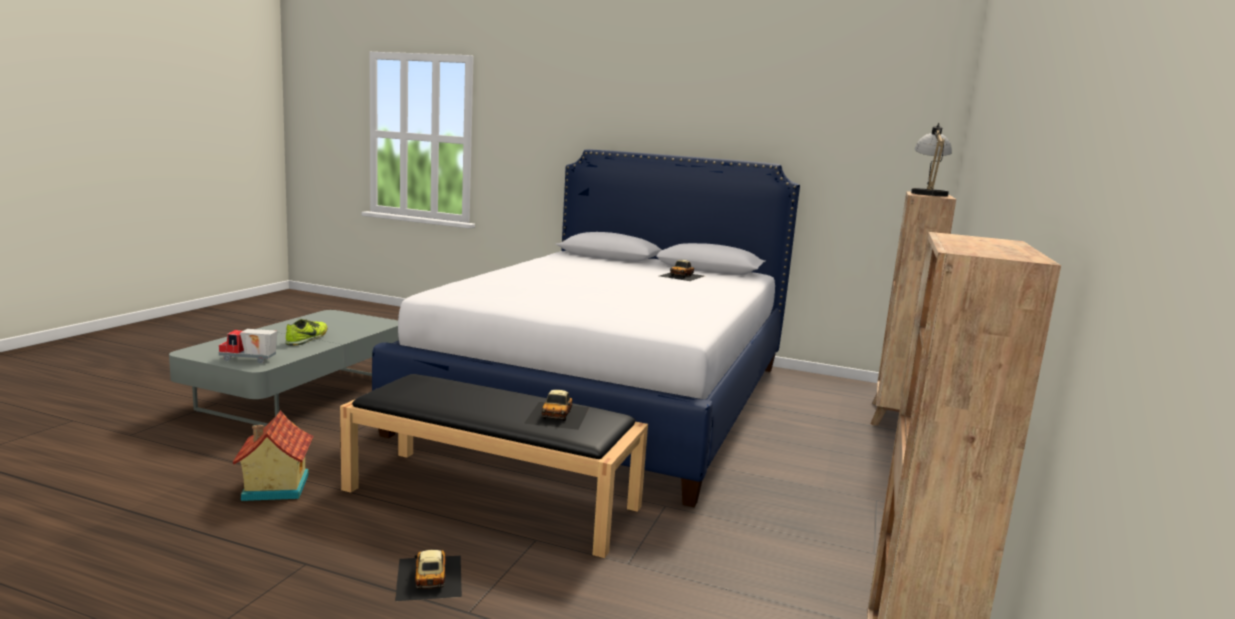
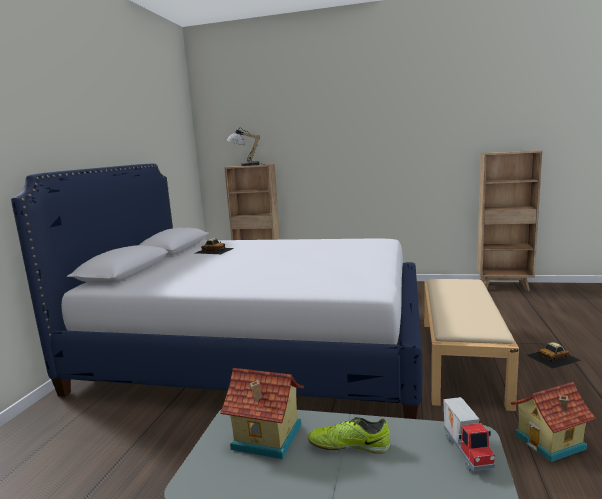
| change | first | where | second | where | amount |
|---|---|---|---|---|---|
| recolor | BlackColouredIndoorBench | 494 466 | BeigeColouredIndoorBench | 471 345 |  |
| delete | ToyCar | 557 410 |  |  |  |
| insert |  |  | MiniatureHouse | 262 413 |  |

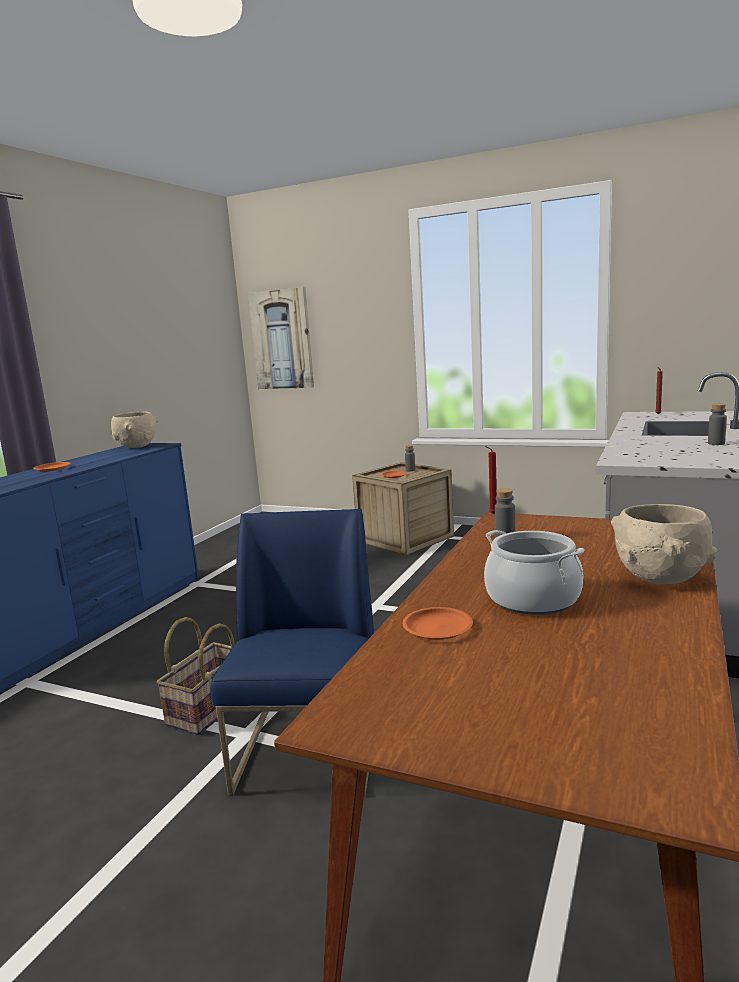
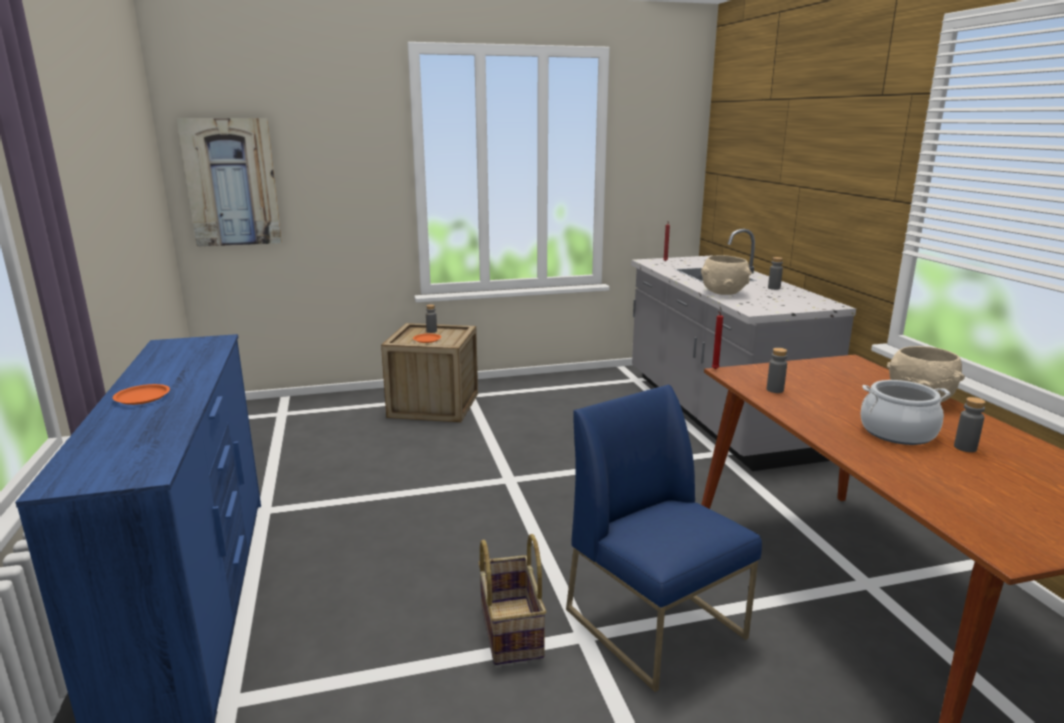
| change | first | where | second | where | amount |
|---|---|---|---|---|---|
| move | BeigeColouredBowl | 135 430 |  | 726 275 |  |
| delete | OrangeyPlate | 438 623 |  |  |  |
| insert |  |  | GreyishDrinkBottle | 970 424 |  |

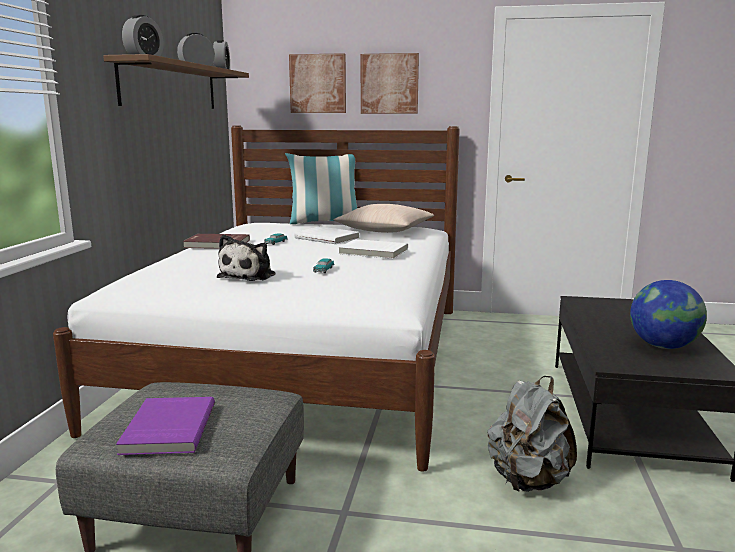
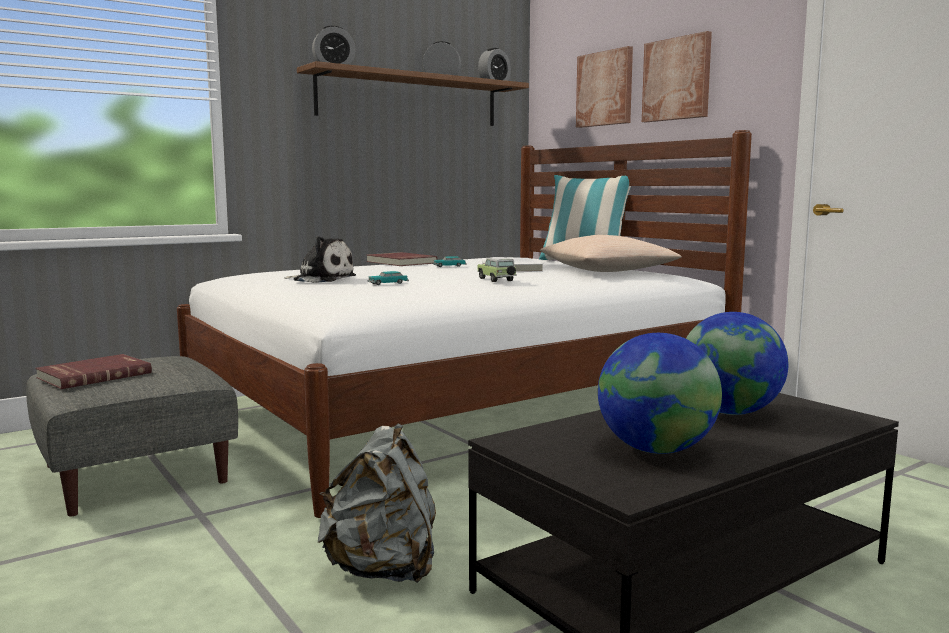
| change | first | where | second | where | amount |
|---|---|---|---|---|---|
| rotate | CuddlyToy | 246 258 |  | 320 259 | 135 degrees counterclockwise |
| replace | WhiteBoundBook | 373 249 | ToyCar | 497 269 |  |
| recolor | PurplishBoundBook | 165 426 | ReddishBoundBook | 93 371 |  |
| insert |  |  | Globe | 737 363 |  |

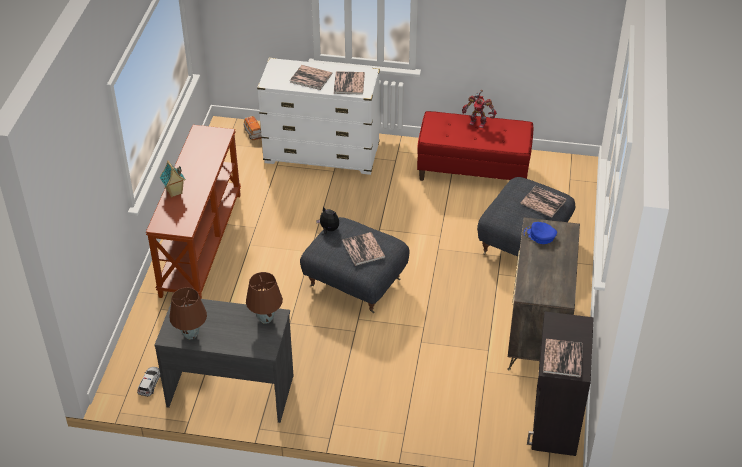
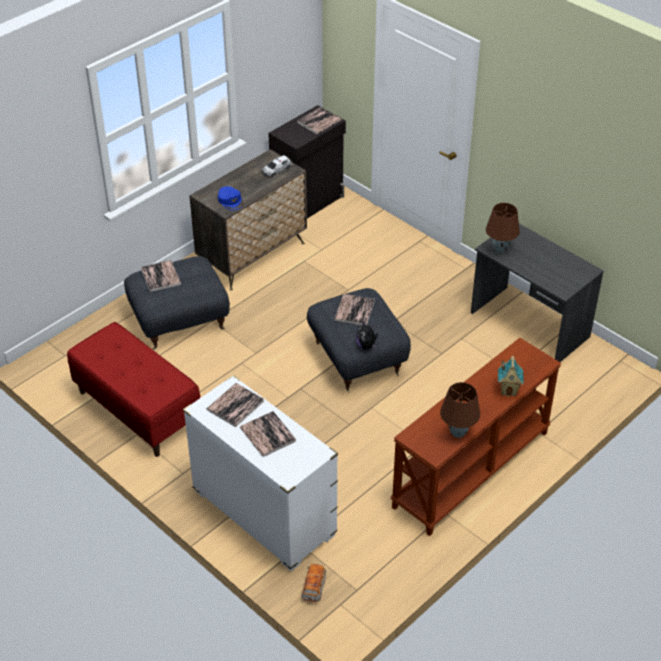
| change | first | where | second | where | amount |
|---|---|---|---|---|---|
| delete | ModelRobot | 479 109 |  |  |  |
| move | BrownTableLamp | 188 313 |  | 460 410 |  |
| move | ToyCar | 149 382 |  | 277 166 |  |

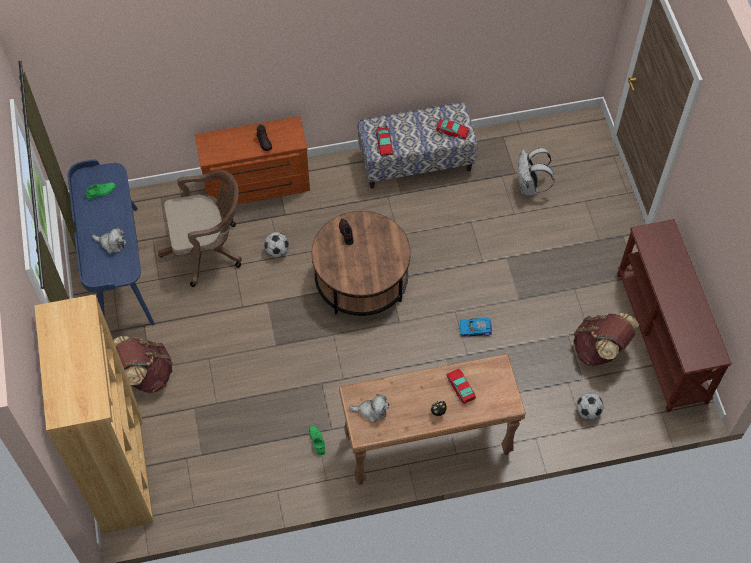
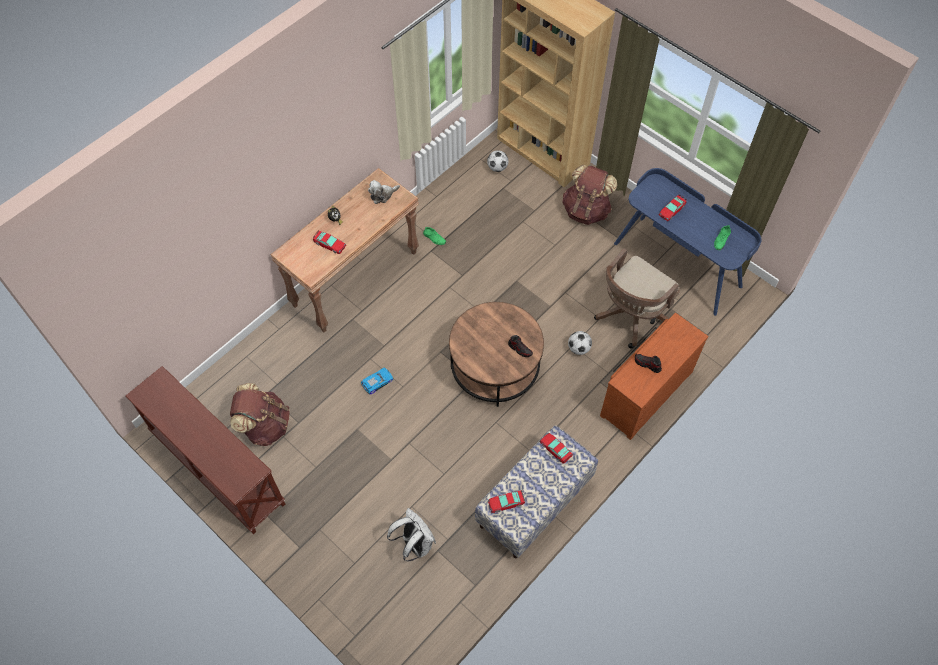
| change | first | where | second | where | amount |
|---|---|---|---|---|---|
| replace | CuddlyToy | 109 241 | ToyCar | 673 207 |  |
| move | FootballBall | 590 406 |  | 497 161 |  |

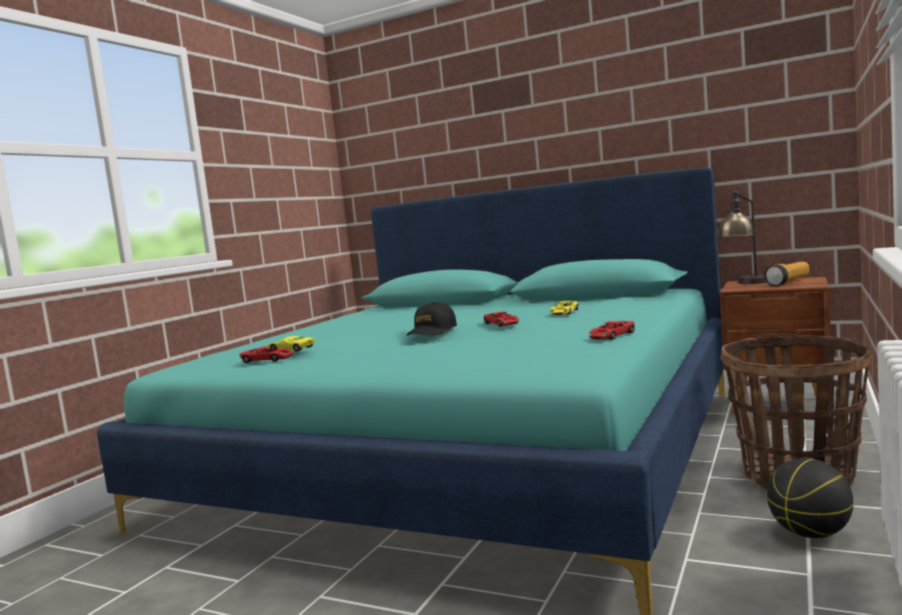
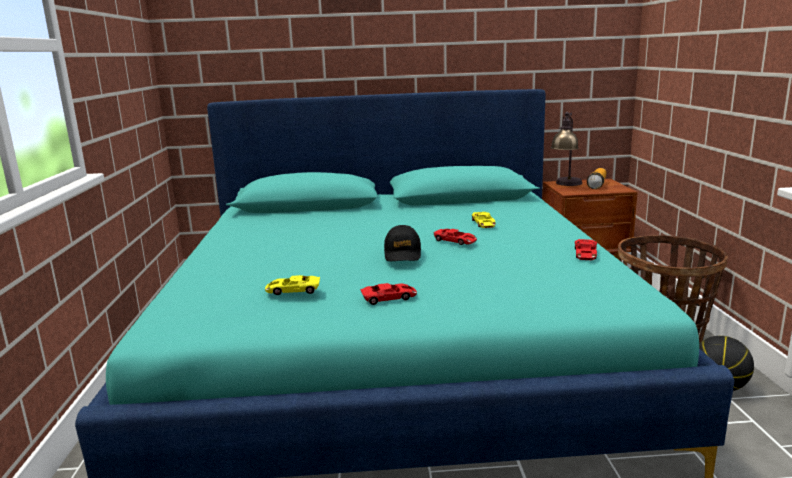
| change | first | where | second | where | amount |
|---|---|---|---|---|---|
| move | ReddishToyCar | 266 354 |  | 388 294 |  |

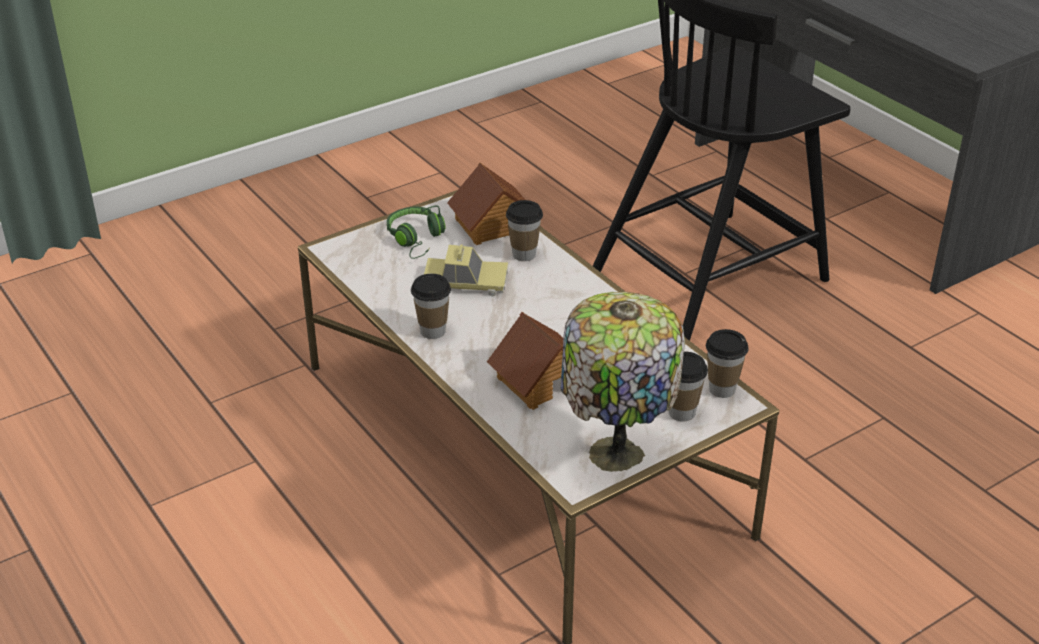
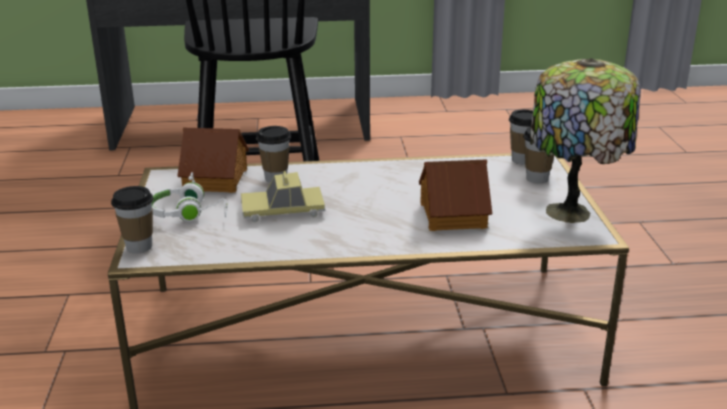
| change | first | where | second | where | amount |
|---|---|---|---|---|---|
| recolor | GreenColouredHeadset | 416 232 | WhiteHeadset | 190 197 |  |
| rotate | ToyCar | 466 270 |  | 283 196 | 135 degrees counterclockwise |
| move | Cup | 431 306 |  | 132 220 |  |

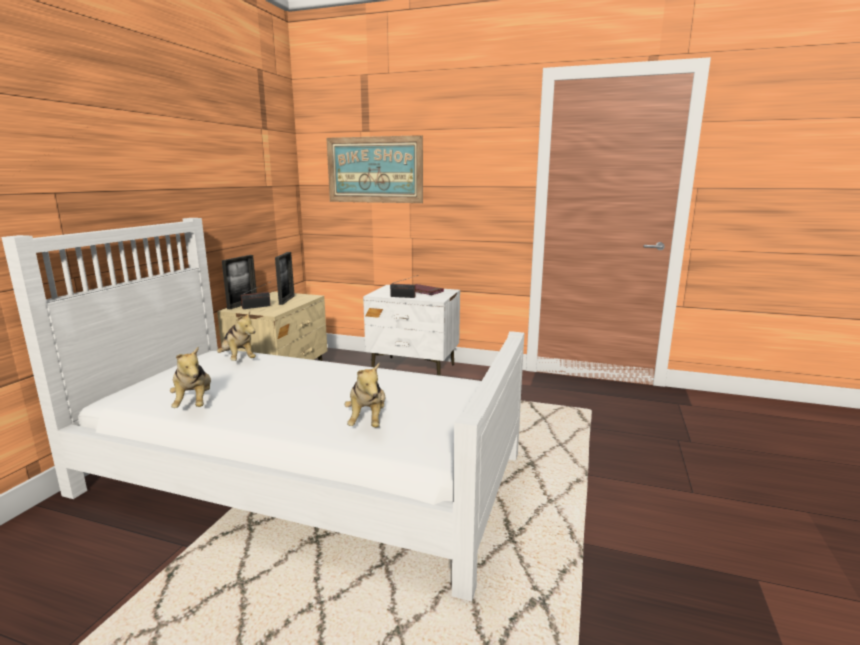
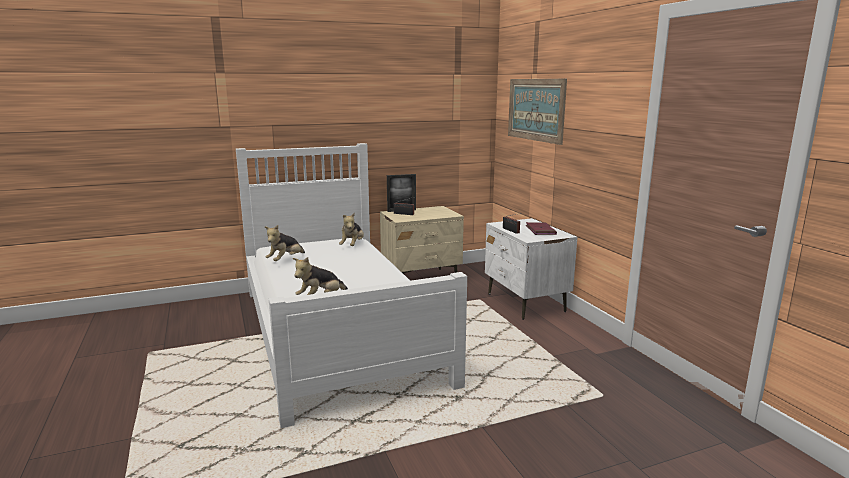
| change | first | where | second | where | amount |
|---|---|---|---|---|---|
| delete | PhotoFrame | 284 278 |  |  |  |

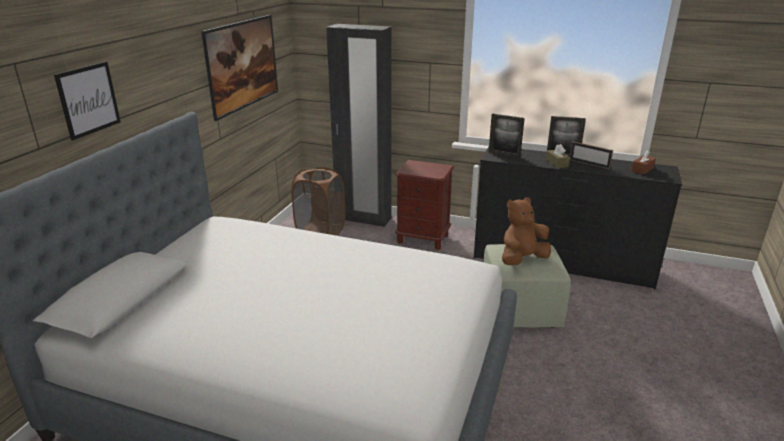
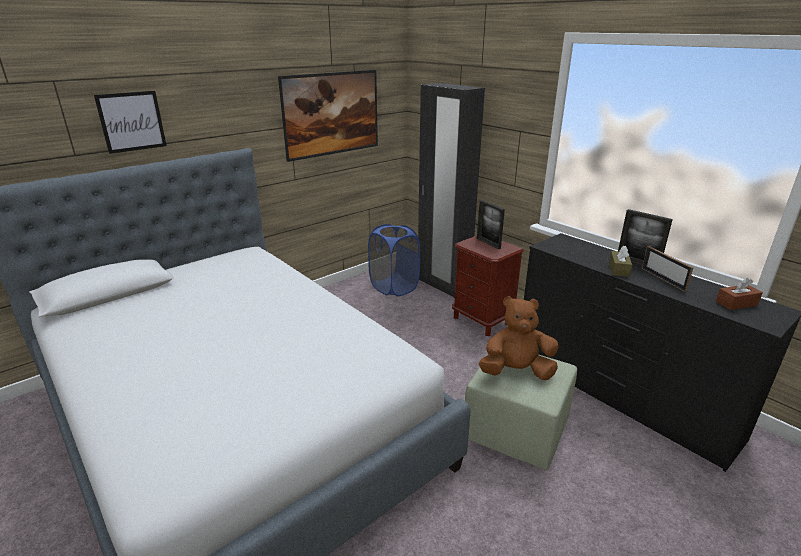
| change | first | where | second | where | amount |
|---|---|---|---|---|---|
| move | PhotoFrame | 507 136 |  | 491 224 |  |
| recolor | BrownHamper | 318 201 | BlueColouredHamper | 394 260 |  |

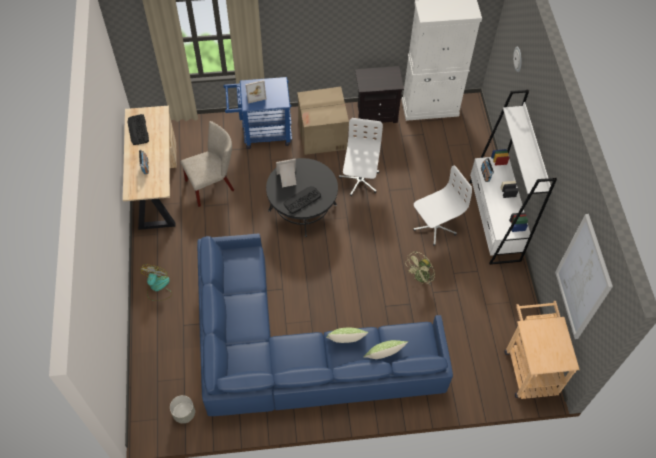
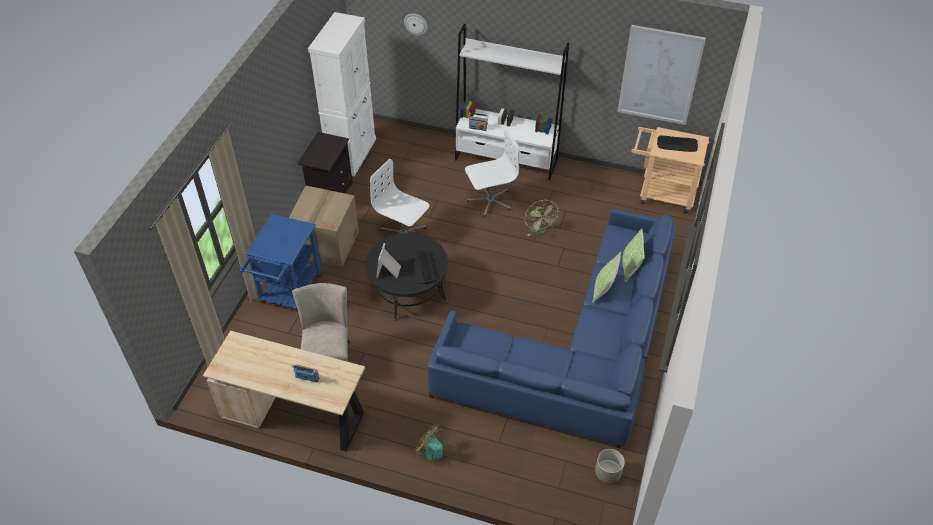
| change | first | where | second | where | amount |
|---|---|---|---|---|---|
| delete | PhotoFrame | 255 92 |  |  |  |
| move | Keyboard | 138 129 |  | 677 143 |  |
| rotate | WhiteOfficeChair | 442 206 |  | 492 172 | 75 degrees clockwise |

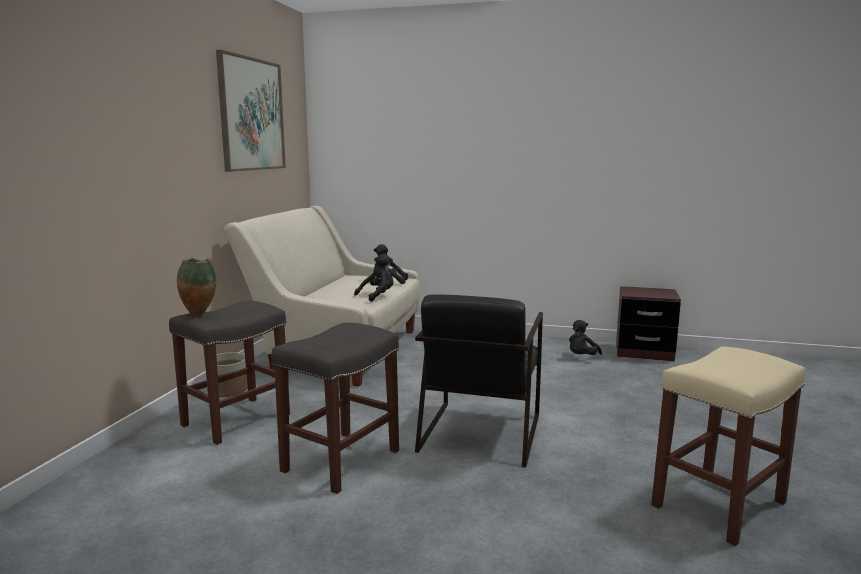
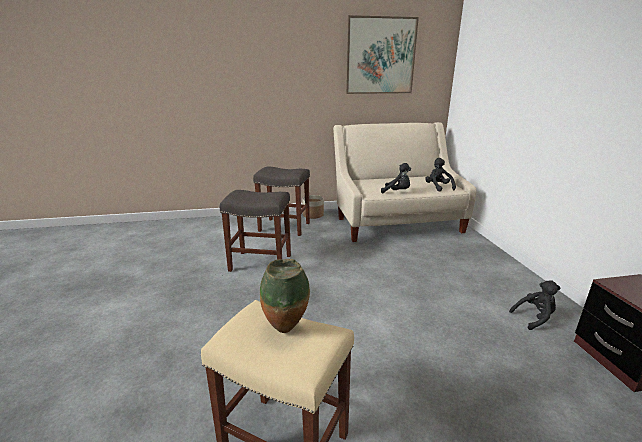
| change | first | where | second | where | amount |
|---|---|---|---|---|---|
| move | Vase | 197 287 |  | 285 296 |  |
| delete | BlackColouredLoungeChair | 479 381 |  |  |  |
| rotate | BlackColouredCuddlyToy | 585 337 |  | 535 305 | 150 degrees clockwise |

